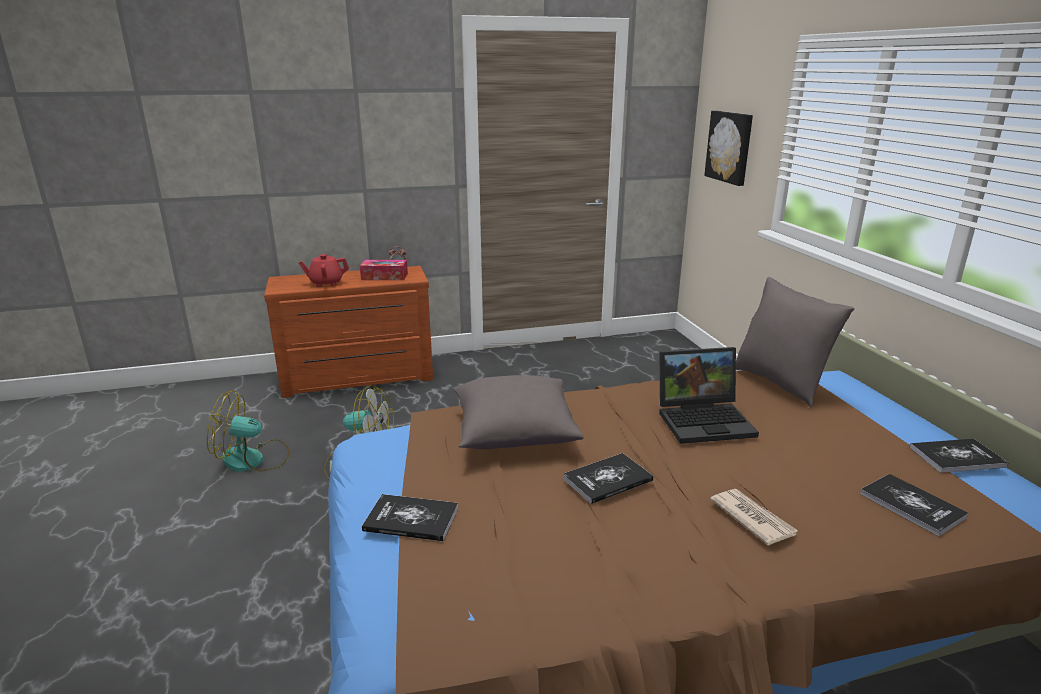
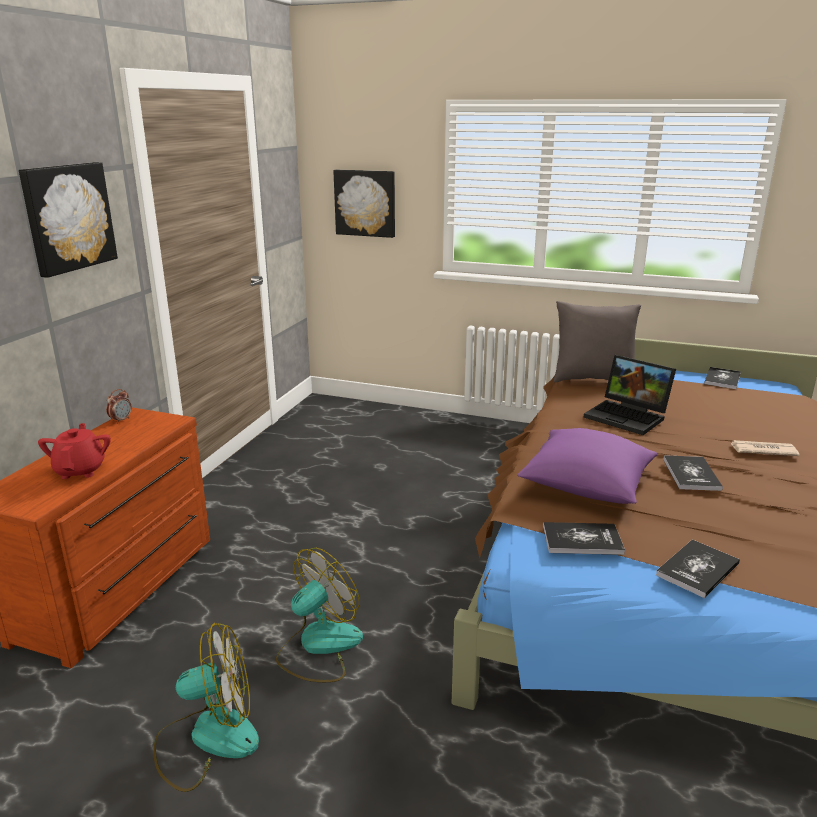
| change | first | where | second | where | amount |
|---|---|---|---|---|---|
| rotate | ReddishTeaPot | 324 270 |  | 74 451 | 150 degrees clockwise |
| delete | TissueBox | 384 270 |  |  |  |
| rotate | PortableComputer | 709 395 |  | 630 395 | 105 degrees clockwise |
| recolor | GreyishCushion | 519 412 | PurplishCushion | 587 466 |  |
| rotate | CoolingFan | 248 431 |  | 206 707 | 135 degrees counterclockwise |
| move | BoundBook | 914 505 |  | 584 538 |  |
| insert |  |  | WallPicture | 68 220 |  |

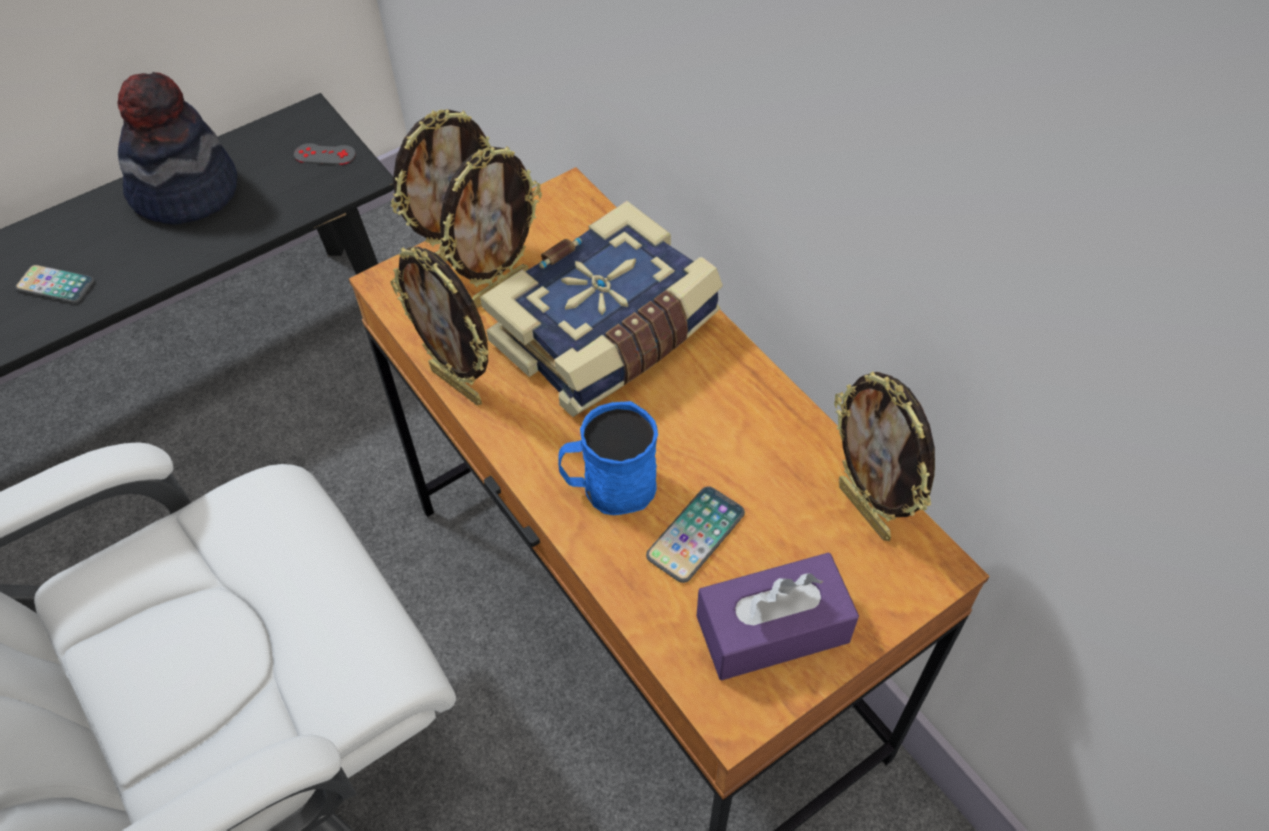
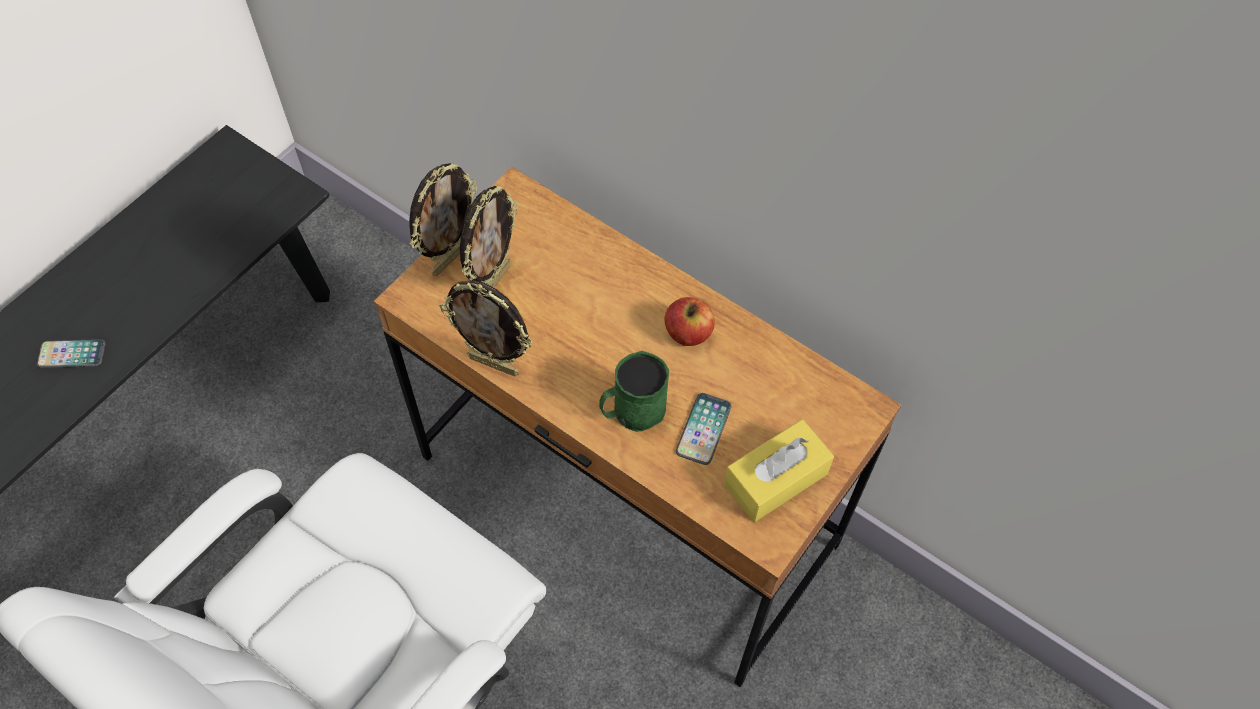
| change | first | where | second | where | amount |
|---|---|---|---|---|---|
| delete | WearableHat | 177 148 |  |  |  |
| delete | GreyishJoypad | 325 154 |  |  |  |
| delete | BoundBook | 601 309 |  |  |  |
| delete | PhotoFrame | 884 456 |  |  |  |
| recolor | BlueColouredMug | 608 458 | GreenColouredMug | 634 391 |  |
| recolor | PurplishTissueBox | 778 616 | YellowishTissueBox | 779 470 |  |
| insert |  |  | WholeApple | 689 321 |  |

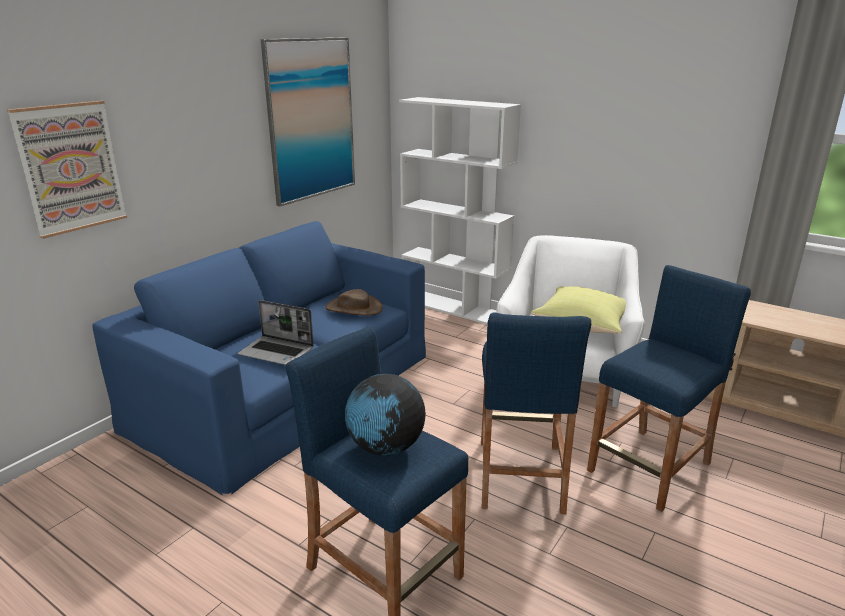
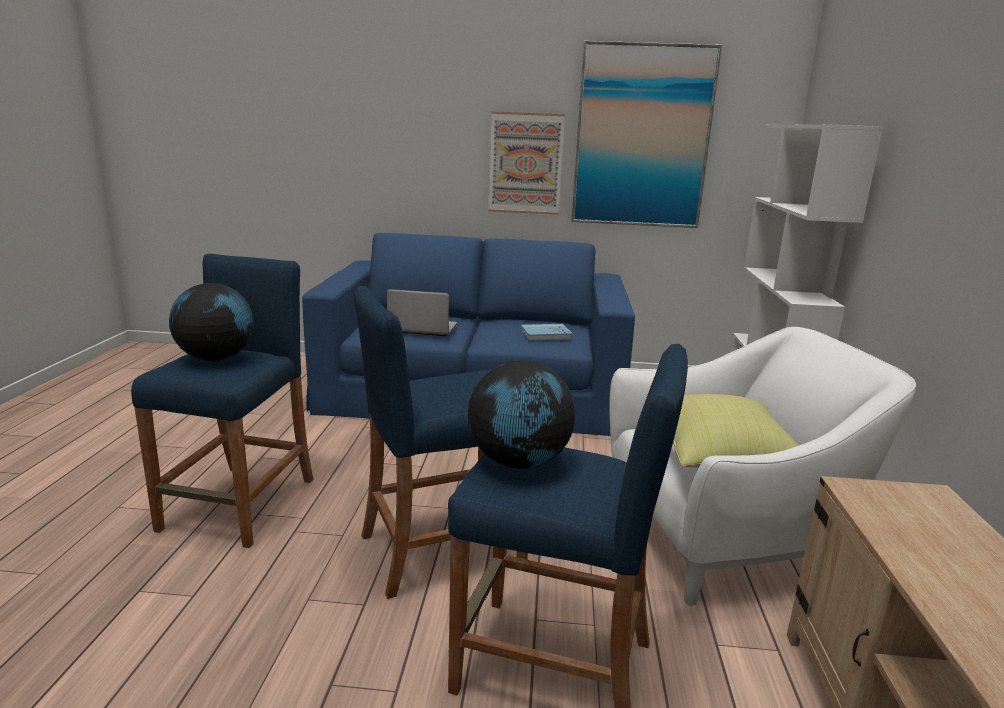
| change | first | where | second | where | amount |
|---|---|---|---|---|---|
| move | WallPicture | 67 170 |  | 527 163 |  |
| replace | BrownWearableHat | 353 302 | BlueColouredBoundBook | 547 332 |  |
| rotate | PortableComputer | 276 332 |  | 422 312 | 105 degrees clockwise |
| insert |  |  | Globe | 522 414 |  |

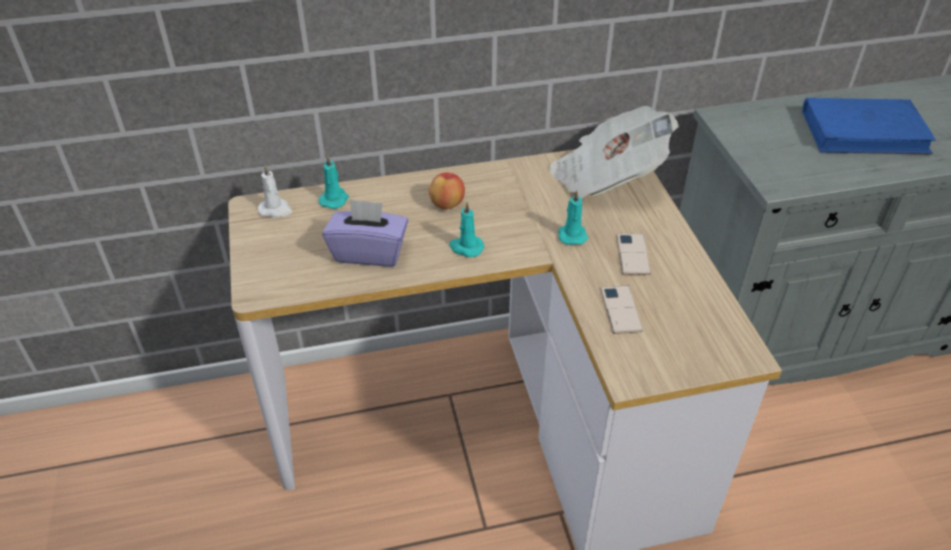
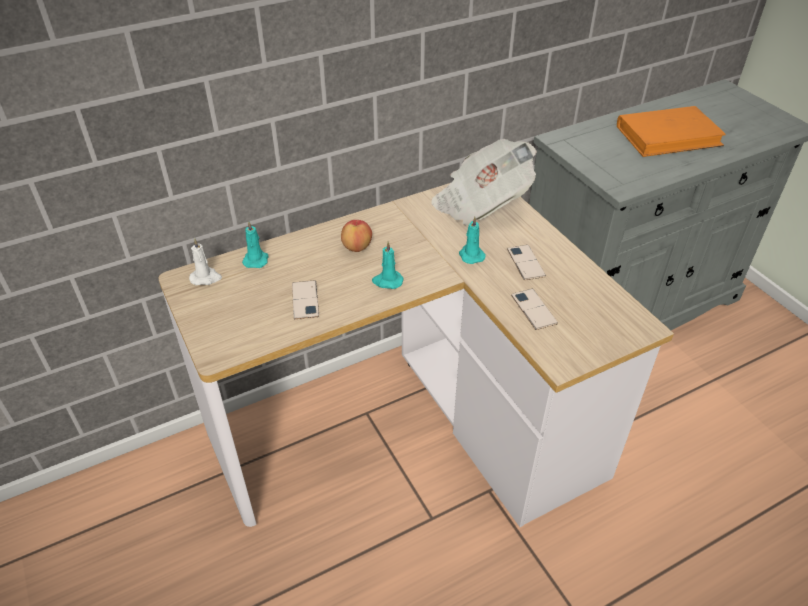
| change | first | where | second | where | amount |
|---|---|---|---|---|---|
| recolor | BlueColouredBoundBook | 869 126 | OrangeyBoundBook | 671 131 |  |
| replace | PurplishTissueBox | 365 232 | Handset | 305 299 |  |

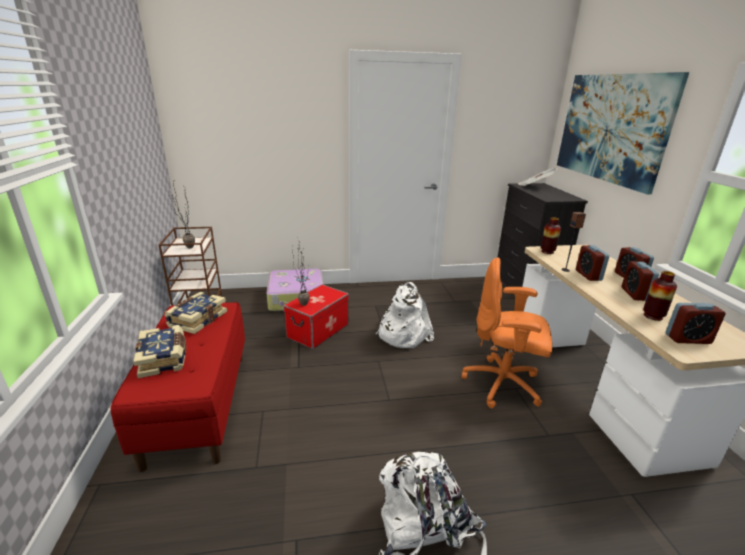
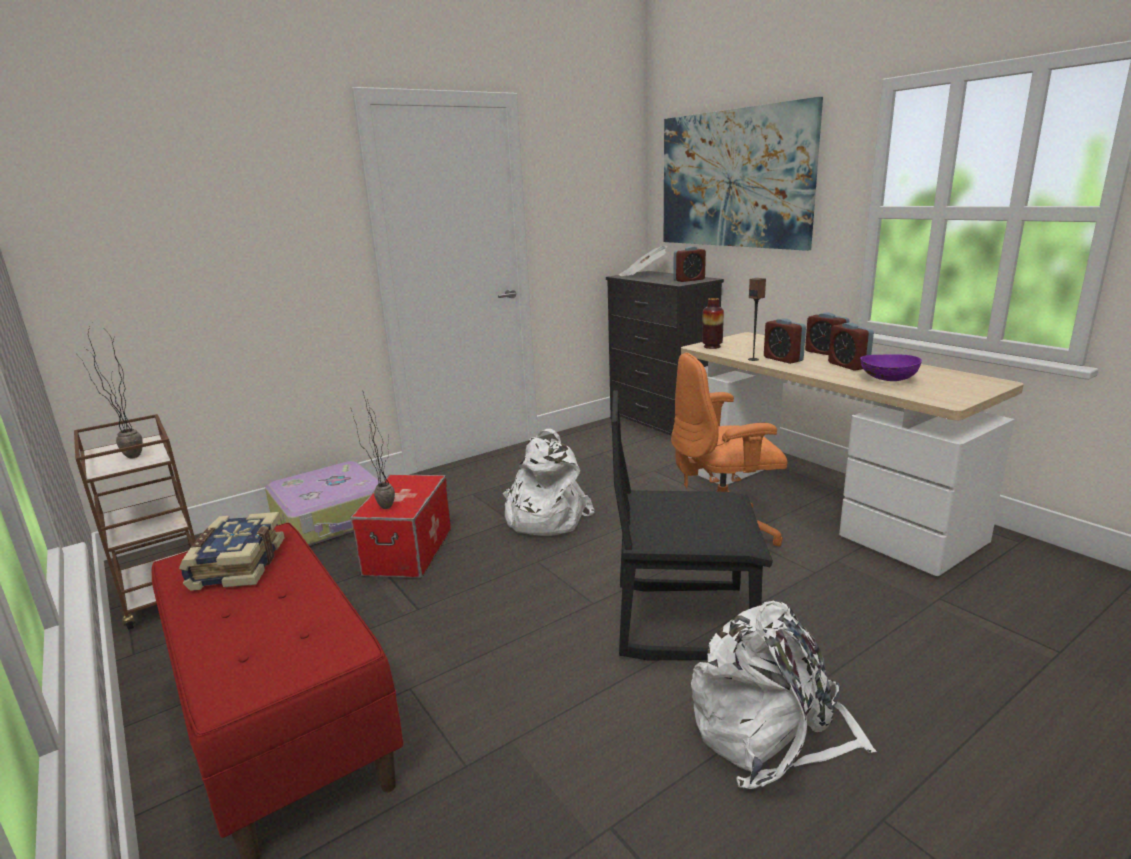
| change | first | where | second | where | amount |
|---|---|---|---|---|---|
| replace | Vase | 660 296 | PurplishBowl | 891 367 |  |
| move | AlarmClock | 695 323 |  | 689 264 |  |
| delete | BoundBook | 159 351 |  |  |  |
| insert |  |  | BlackColouredPlainChair | 692 525 |  |

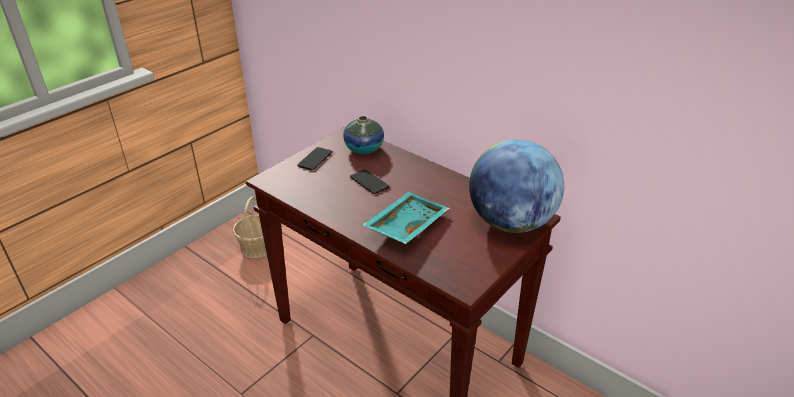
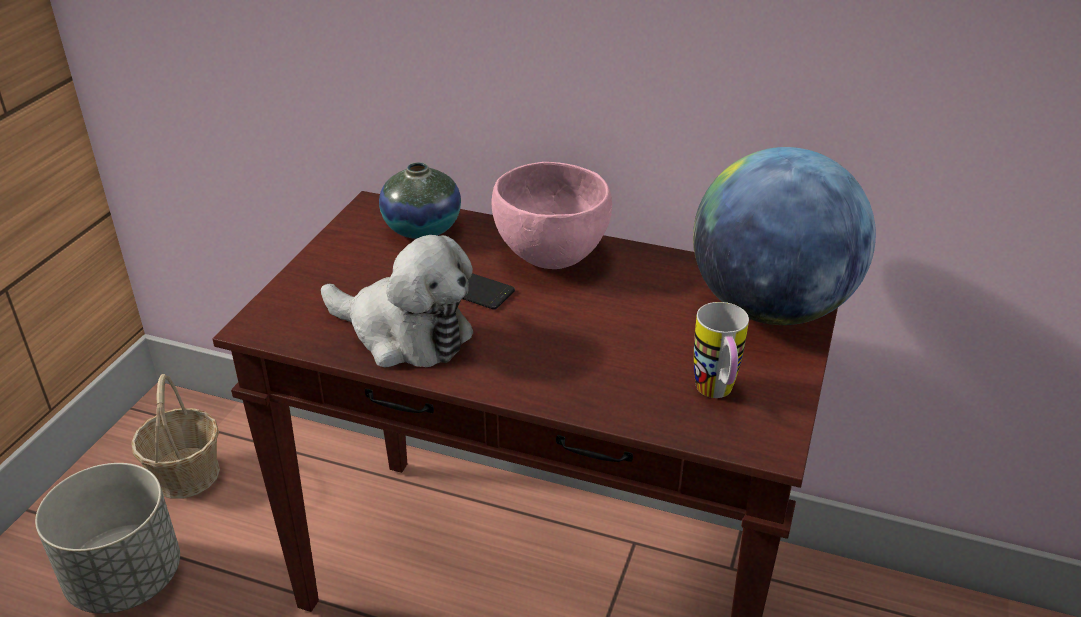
| change | first | where | second | where | amount |
|---|---|---|---|---|---|
| delete | Handset | 315 159 |  |  |  |
| delete | TurquoiseCarryingTray | 406 218 |  |  |  |
| insert |  |  | PinkishBowl | 551 215 |  |
| insert |  |  | CuddlyToy | 397 301 |  |
| insert |  |  | Mug | 721 350 |  |
| insert |  |  | GreyishPlanter | 107 538 |  |

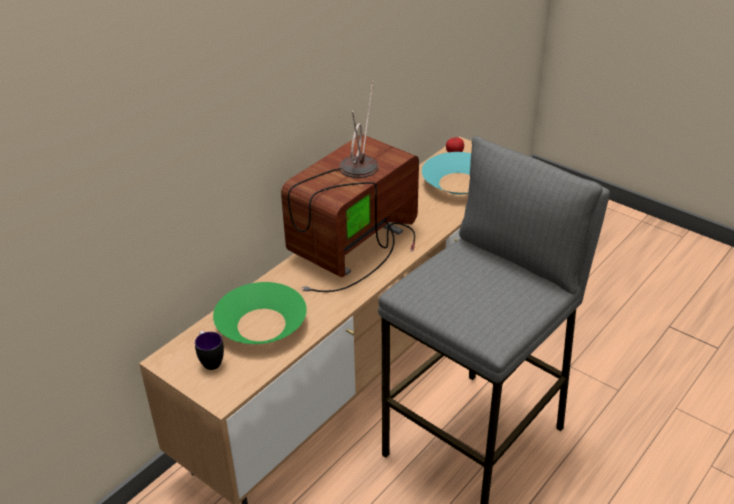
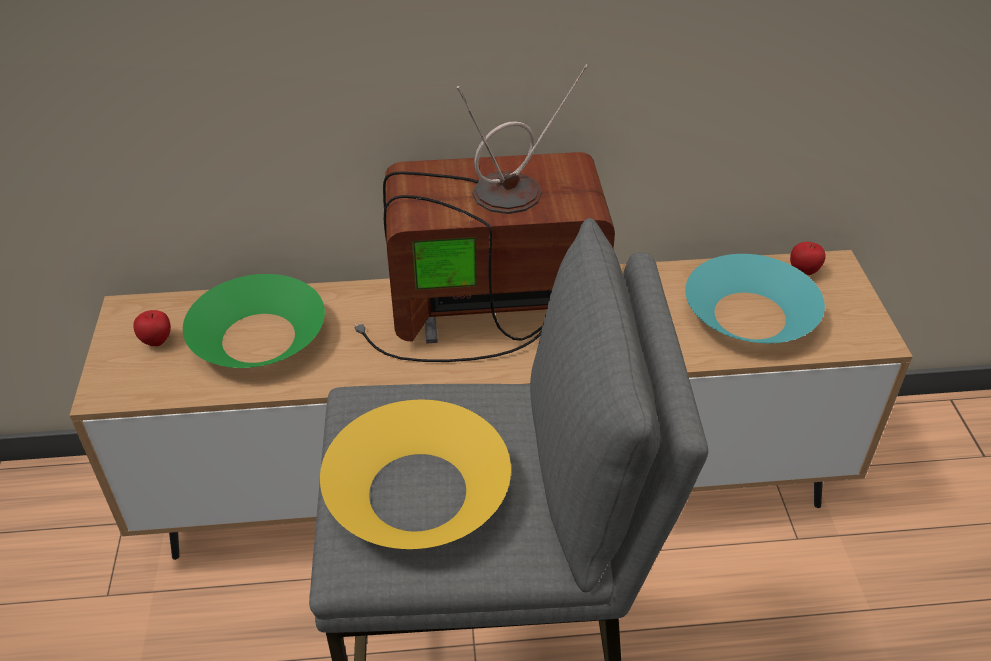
| change | first | where | second | where | amount |
|---|---|---|---|---|---|
| replace | Mug | 209 350 | WholeApple | 152 328 |  |
| insert |  |  | YellowishBowl | 415 474 |  |

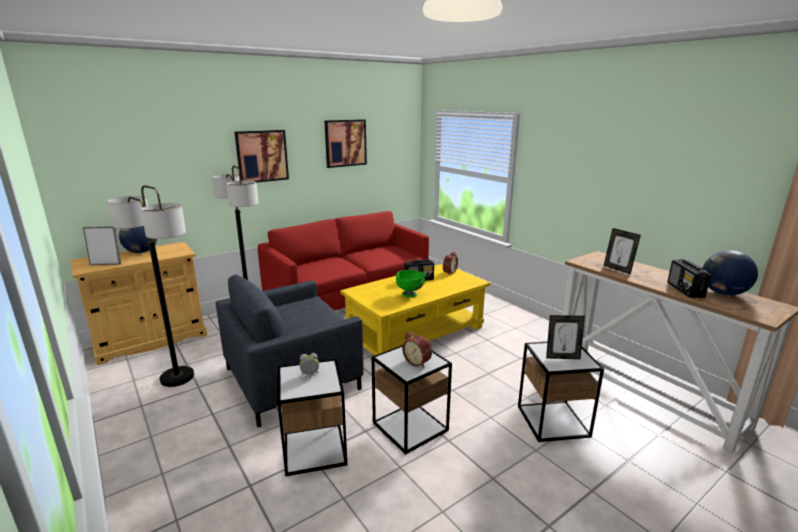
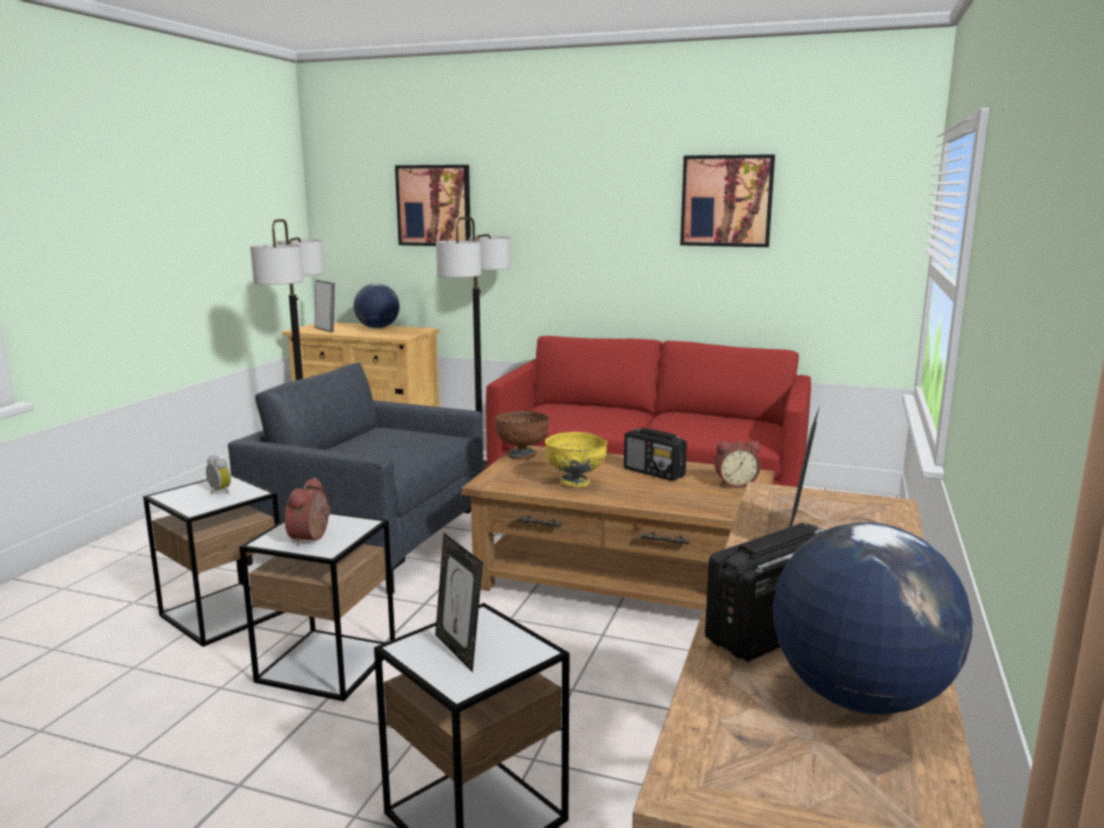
| change | first | where | second | where | amount |
|---|---|---|---|---|---|
| move | WallPicture | 261 156 |  | 433 205 |  |
| recolor | YellowishLowTable | 415 309 | BrownLowTable | 617 528 |  |
| recolor | GreenColouredBowl | 410 283 | YellowishBowl | 576 459 |  |
| insert |  |  | BrownBowl | 522 435 |  |

